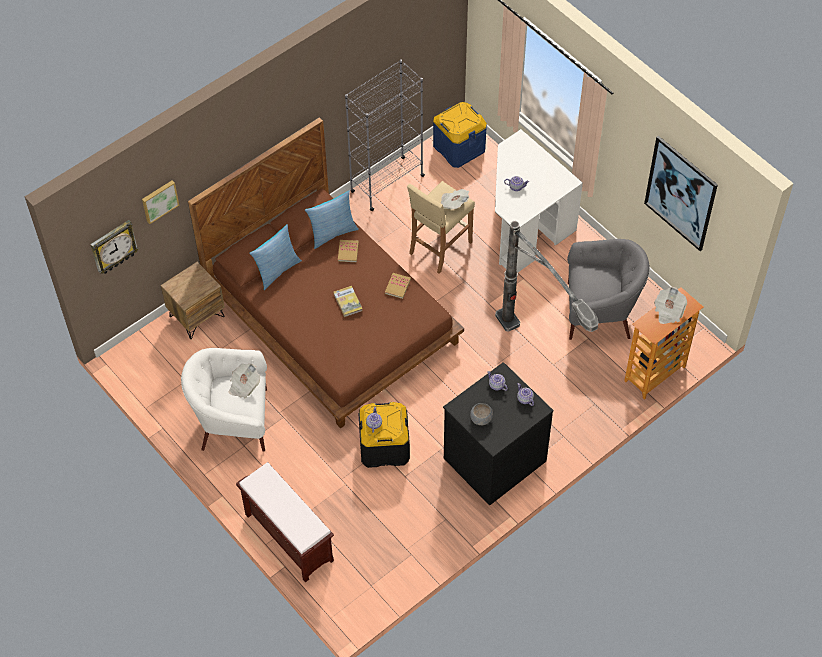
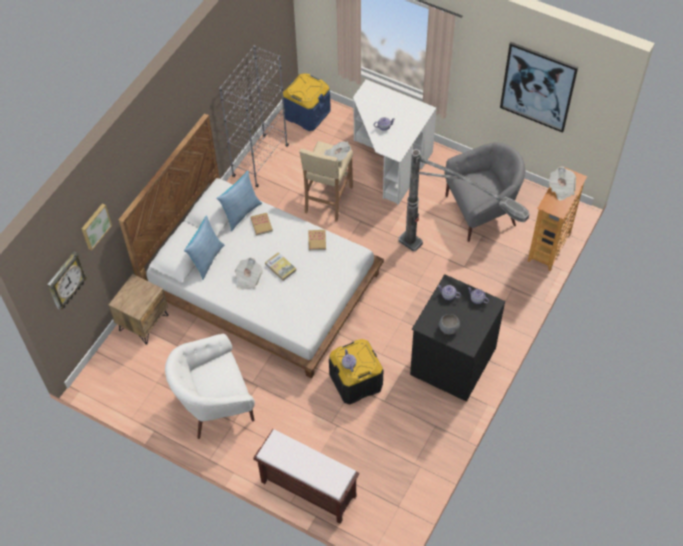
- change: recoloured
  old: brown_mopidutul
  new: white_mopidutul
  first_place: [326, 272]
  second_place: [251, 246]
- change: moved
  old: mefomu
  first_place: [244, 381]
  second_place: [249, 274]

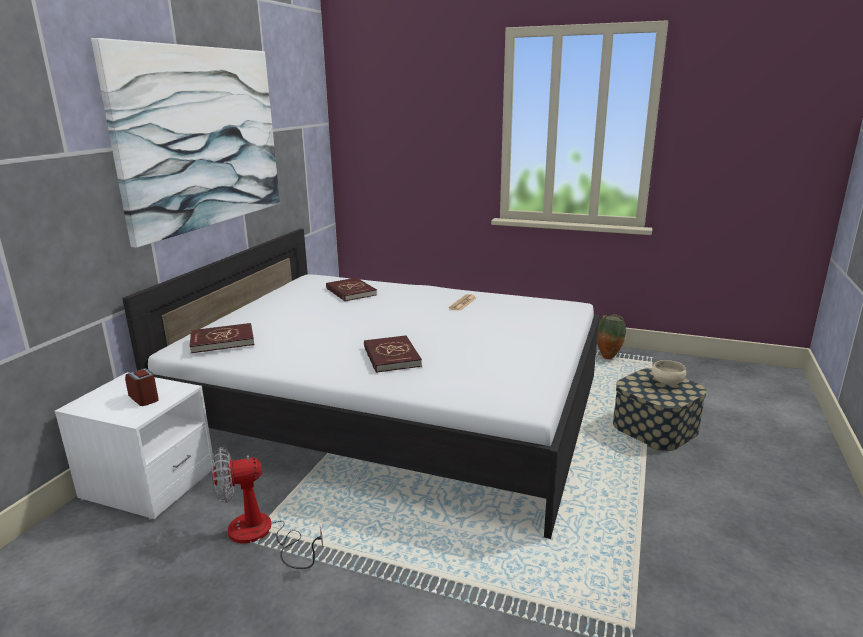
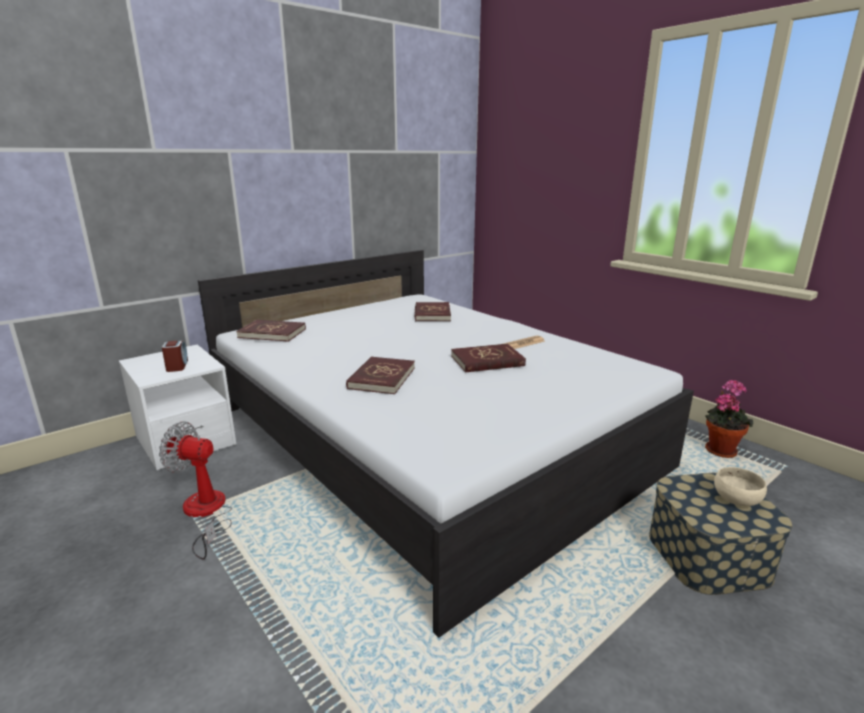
- change: added
  new: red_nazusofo
  second_place: [488, 358]
- change: replaced
  old: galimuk
  new: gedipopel
  first_place: [611, 336]
  second_place: [729, 418]
- change: removed
  old: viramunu
  first_place: [185, 143]

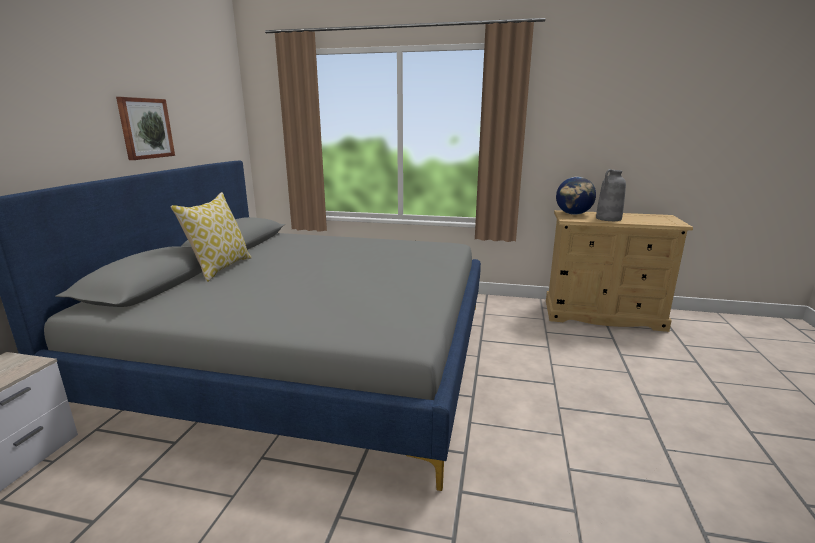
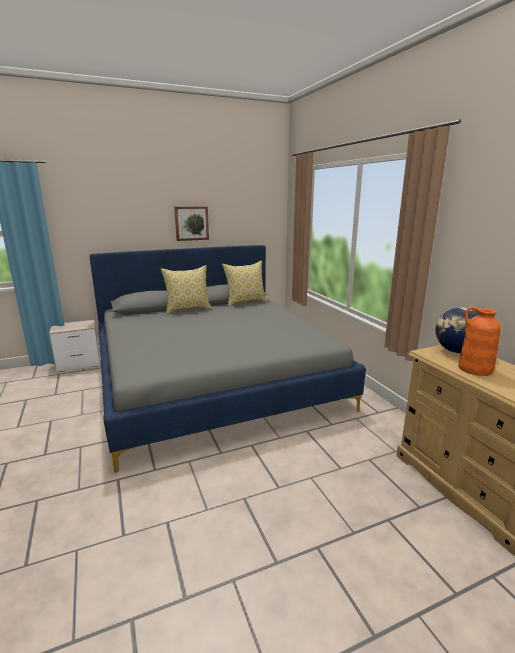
- change: added
  new: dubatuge
  second_place: [245, 284]
- change: recoloured
  old: grey_galimuk
  new: orange_galimuk
  first_place: [611, 195]
  second_place: [479, 341]

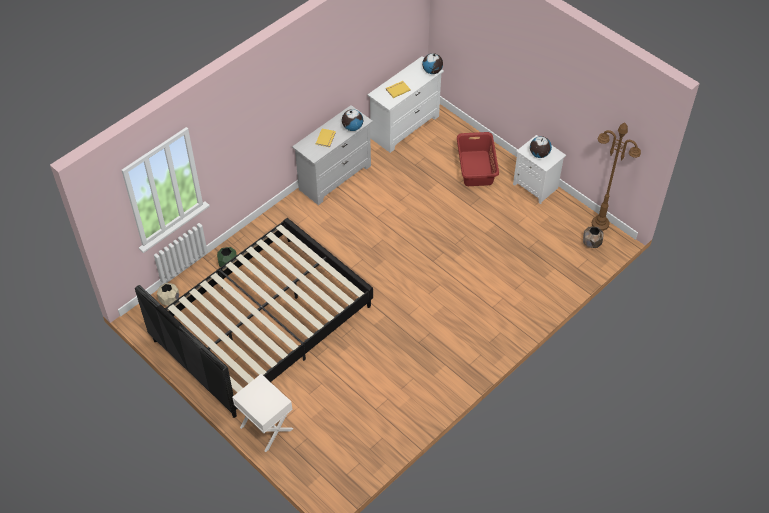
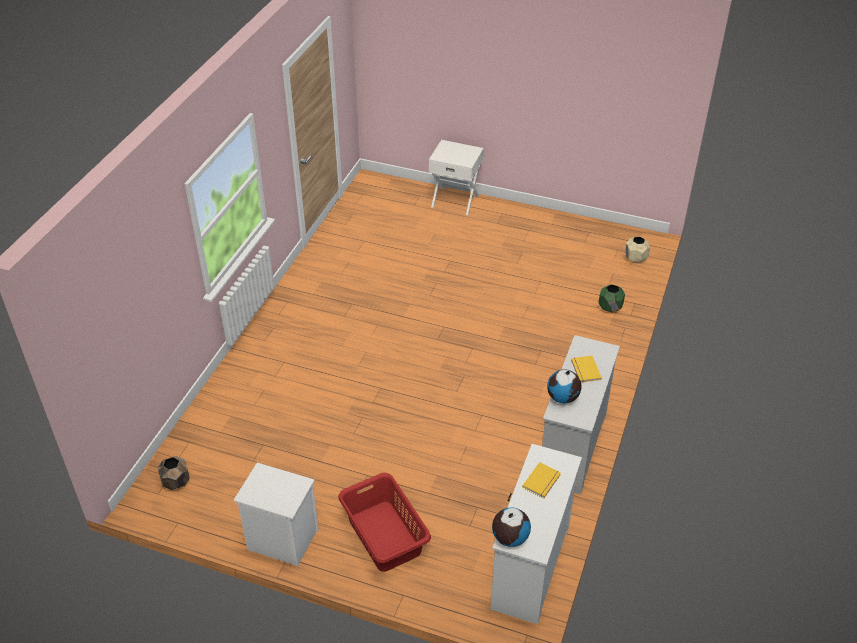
- change: removed
  old: black_mopidutul
  first_place: [254, 318]
- change: removed
  old: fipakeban
  first_place: [541, 147]
- change: removed
  old: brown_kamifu
  first_place: [616, 176]

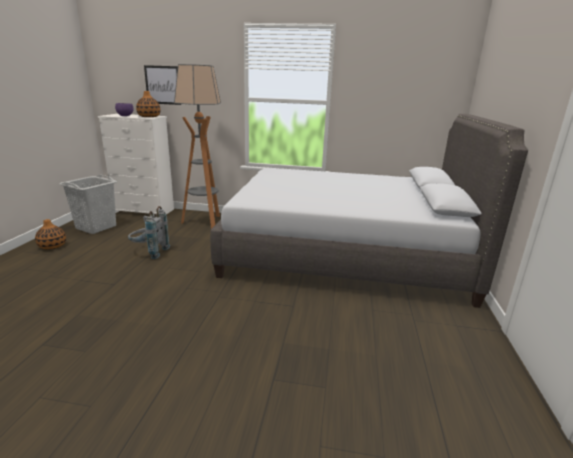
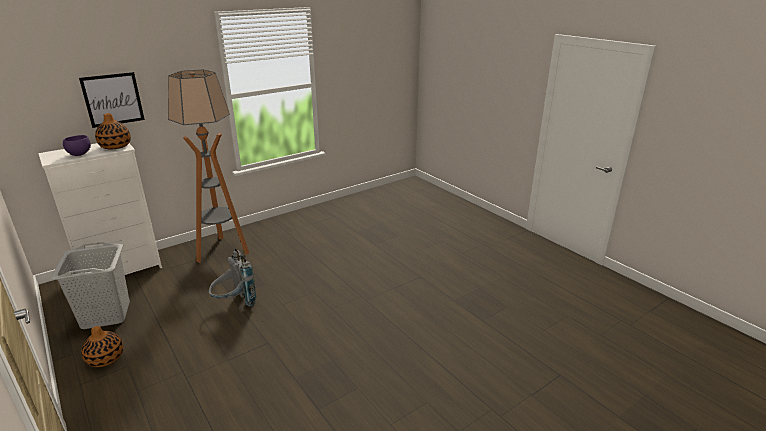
- change: removed
  old: grey_mopidutul
  first_place: [369, 211]

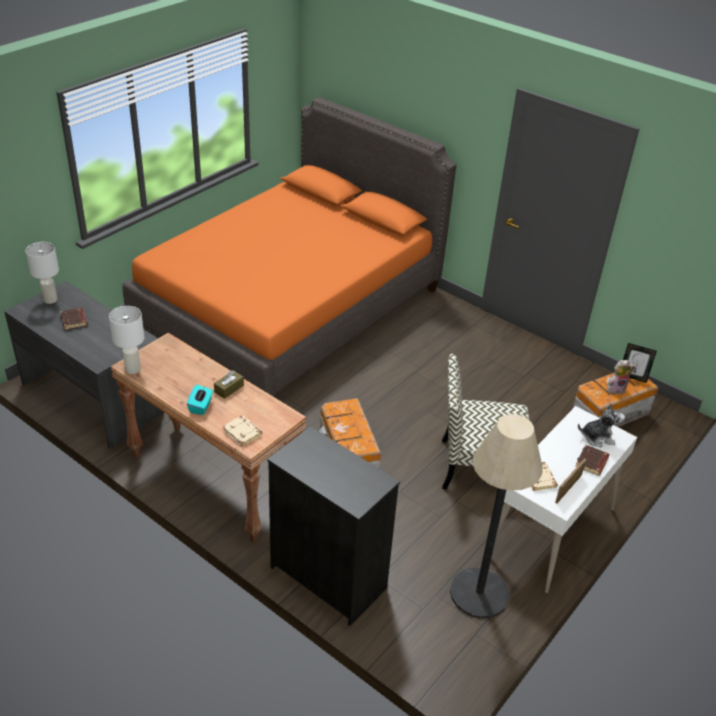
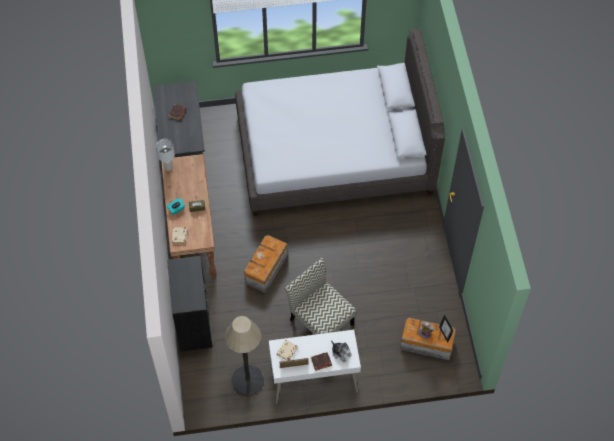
- change: recoloured
  old: orange_mopidutul
  new: grey_mopidutul
  first_place: [289, 247]
  second_place: [340, 122]
- change: removed
  old: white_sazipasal
  first_place: [42, 273]

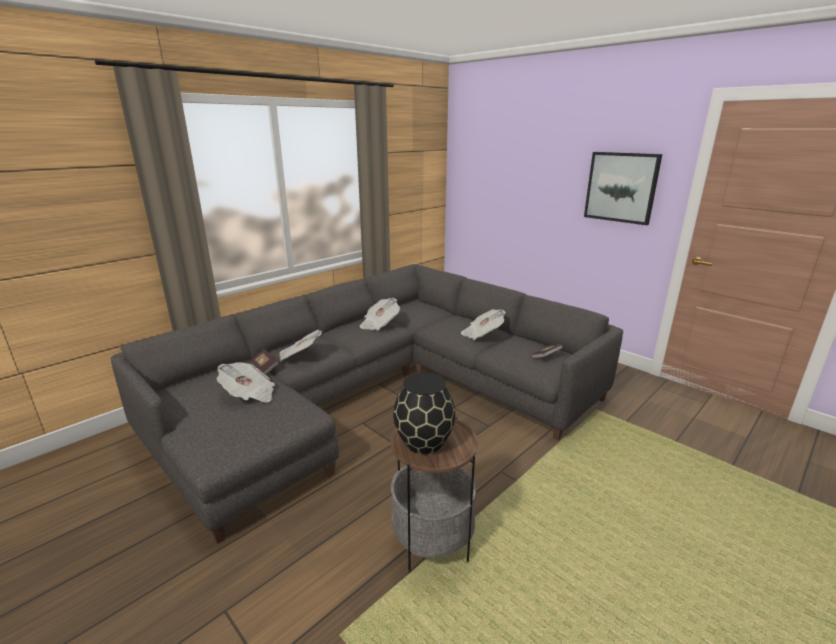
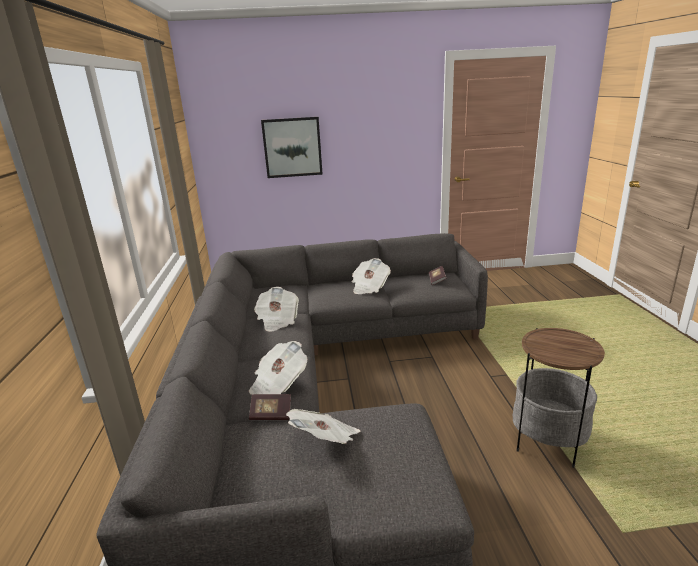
- change: moved
  old: viramunu
  first_place: [623, 188]
  second_place: [292, 147]
- change: removed
  old: black_galimuk
  first_place: [424, 413]

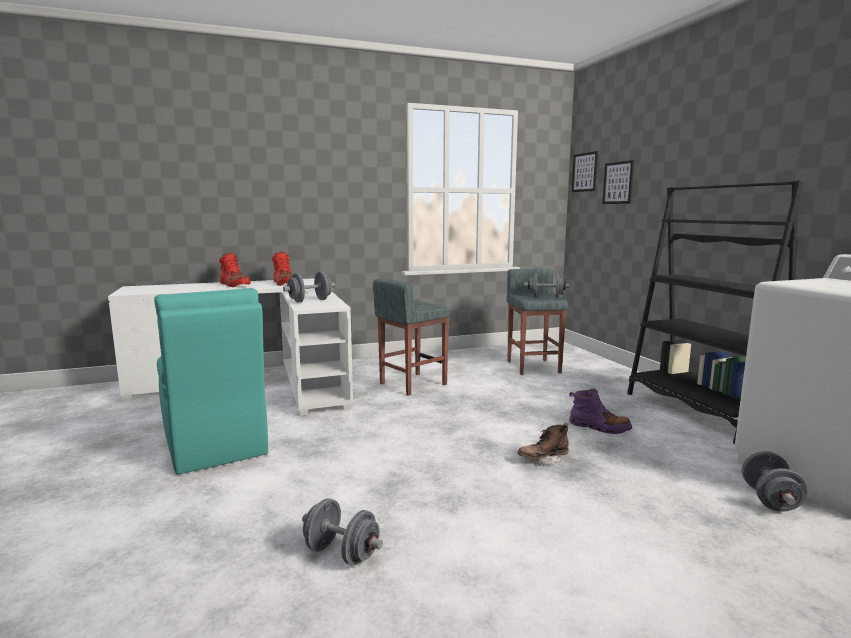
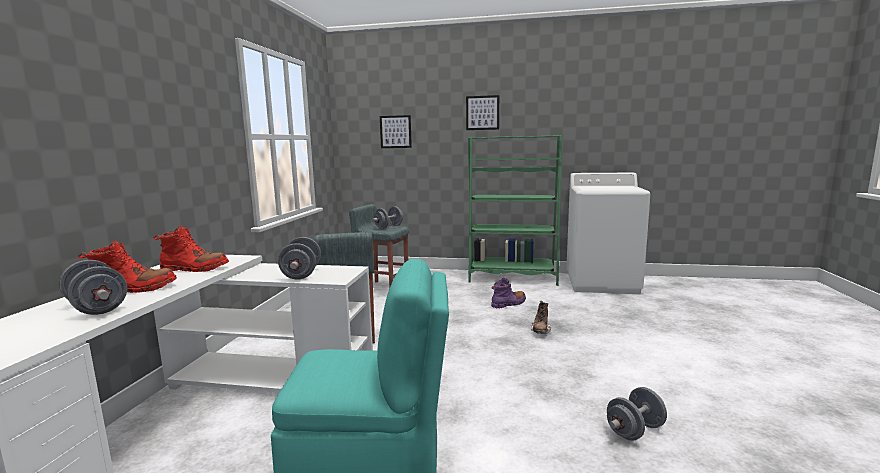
- change: moved
  old: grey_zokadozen
  first_place: [775, 481]
  second_place: [93, 287]
- change: moved
  old: viramunu
  first_place: [585, 171]
  second_place: [482, 112]
- change: recoloured
  old: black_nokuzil
  new: green_nokuzil
  first_place: [715, 312]
  second_place: [515, 210]

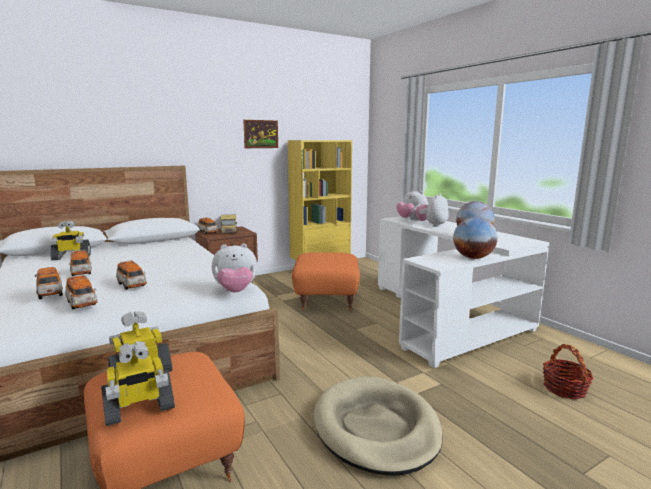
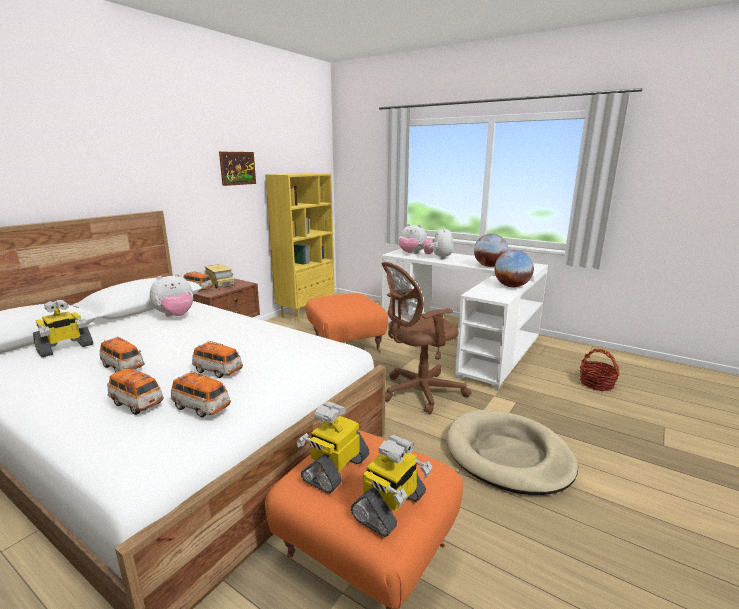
- change: moved
  old: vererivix
  first_place: [234, 268]
  second_place: [171, 295]
- change: added
  new: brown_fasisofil
  second_place: [426, 338]

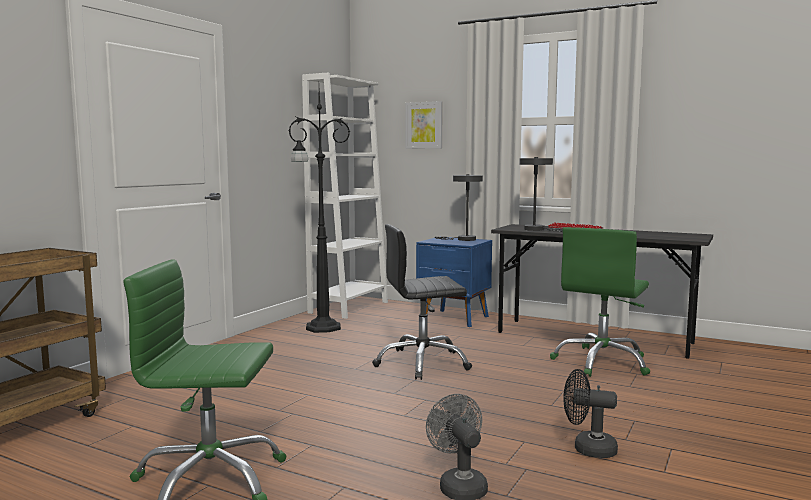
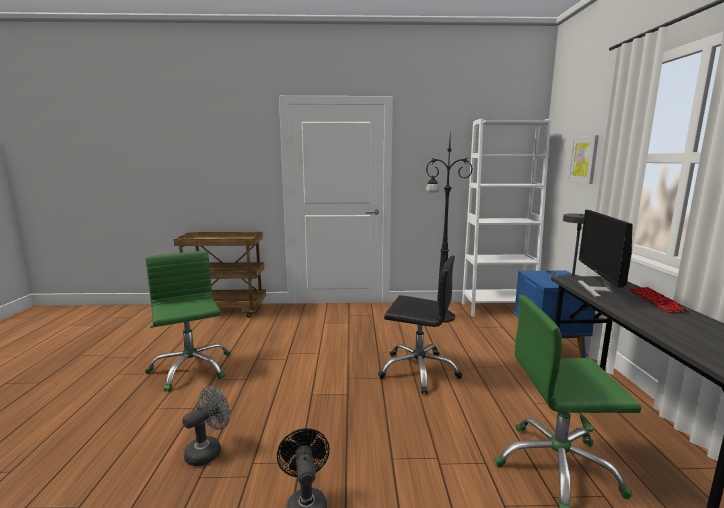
- change: turned
  old: black_fasisofil
  first_place: [422, 302]
  second_place: [420, 325]
  degrees: 150
- change: replaced
  old: grey_sazipasal
  new: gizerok
  first_place: [541, 194]
  second_place: [605, 254]

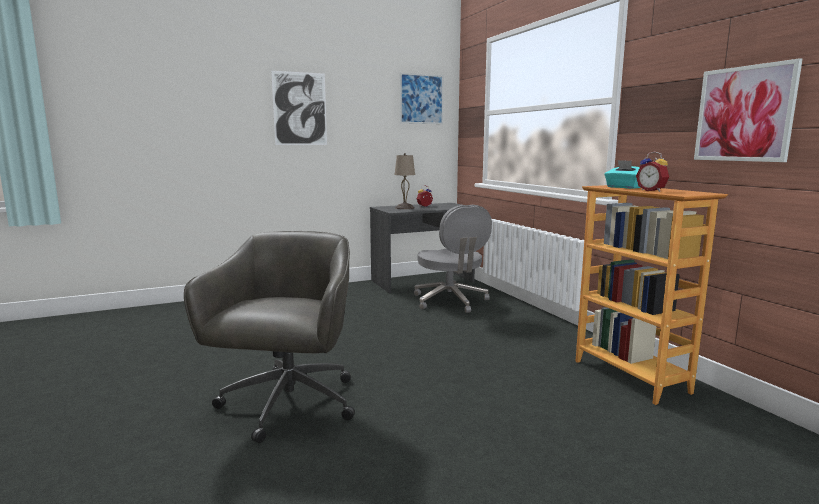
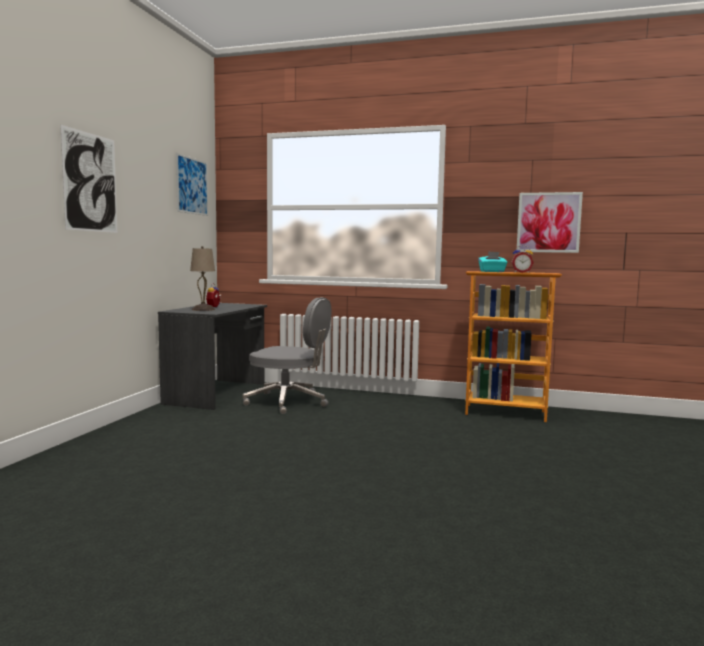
- change: removed
  old: grey_fasisofil
  first_place: [269, 337]

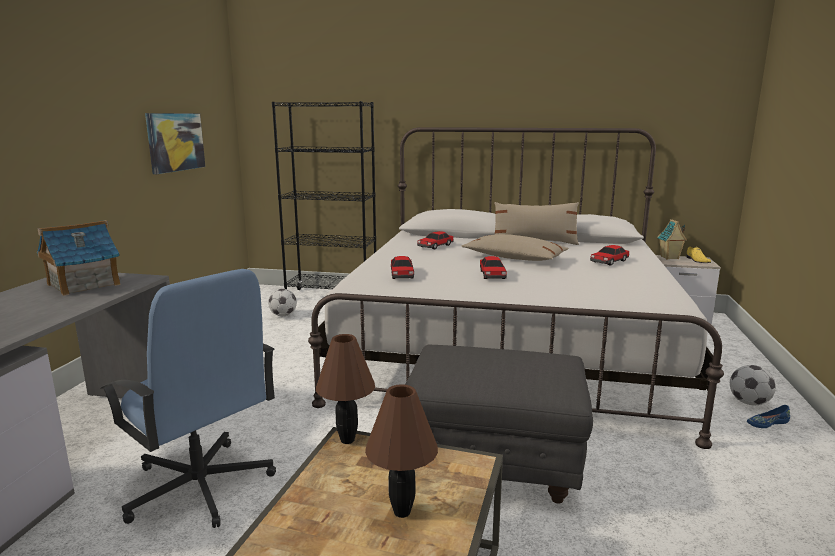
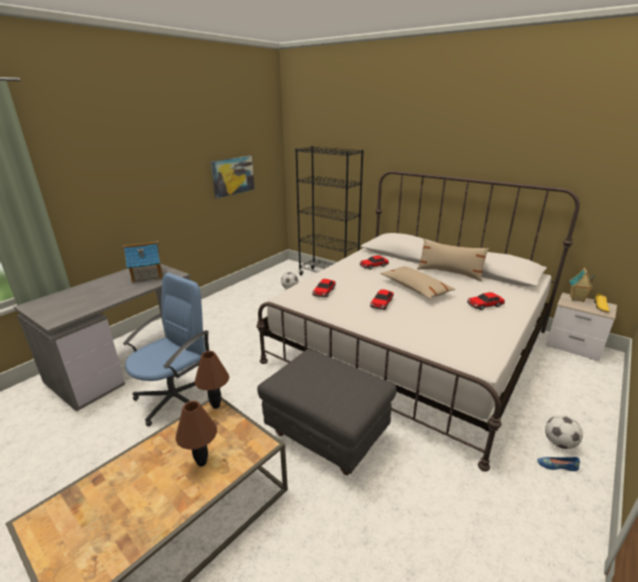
- change: turned
  old: blue_fasisofil
  first_place: [188, 398]
  second_place: [166, 350]
  degrees: -120

